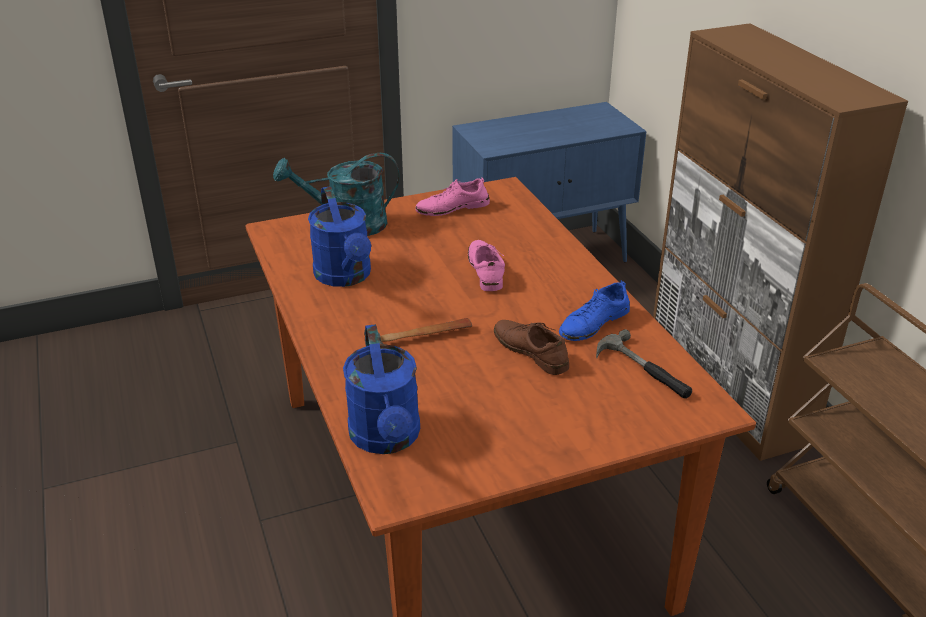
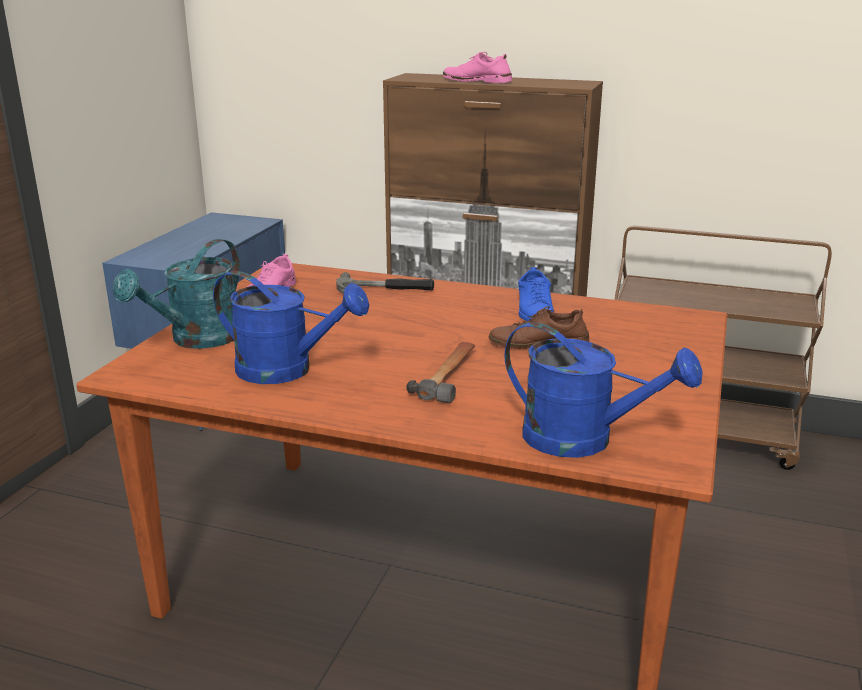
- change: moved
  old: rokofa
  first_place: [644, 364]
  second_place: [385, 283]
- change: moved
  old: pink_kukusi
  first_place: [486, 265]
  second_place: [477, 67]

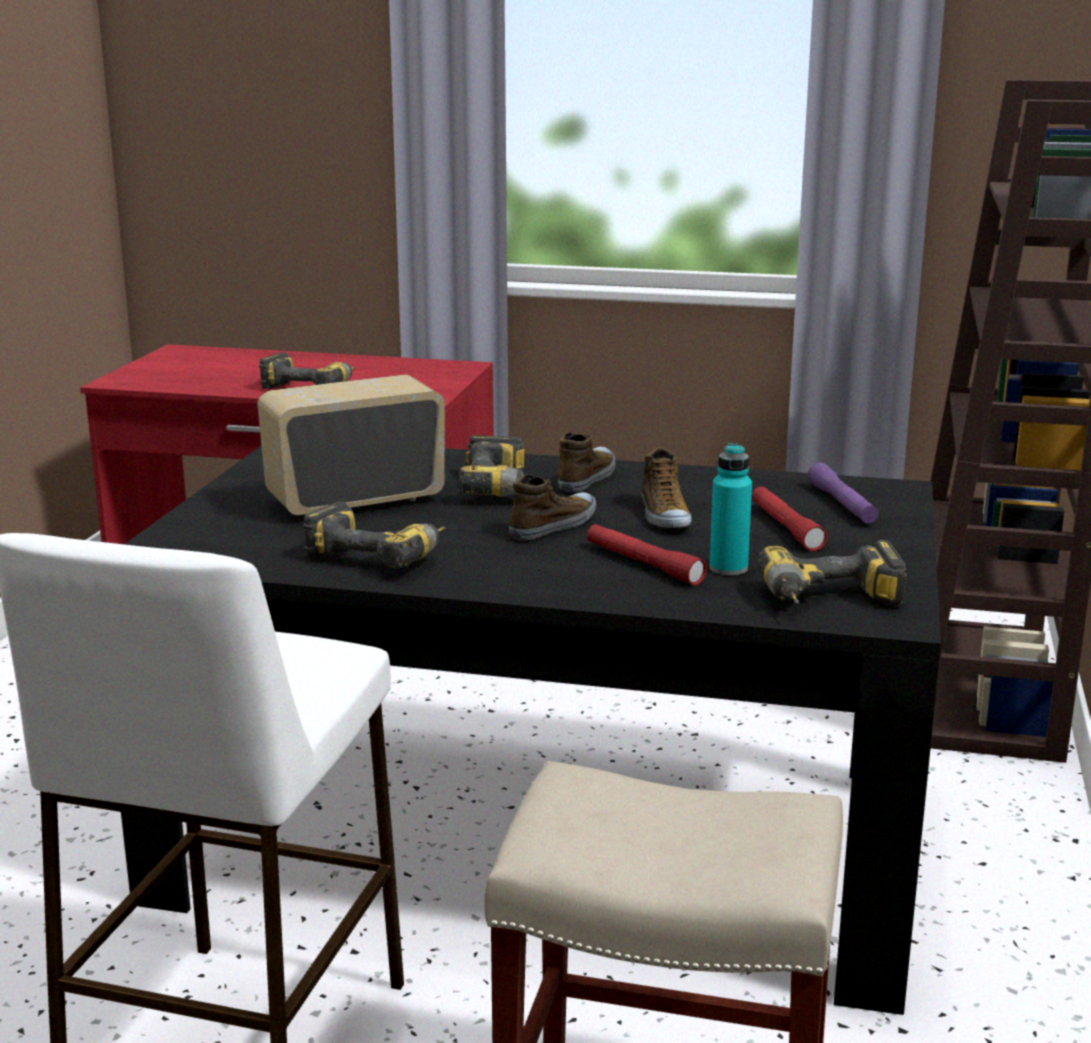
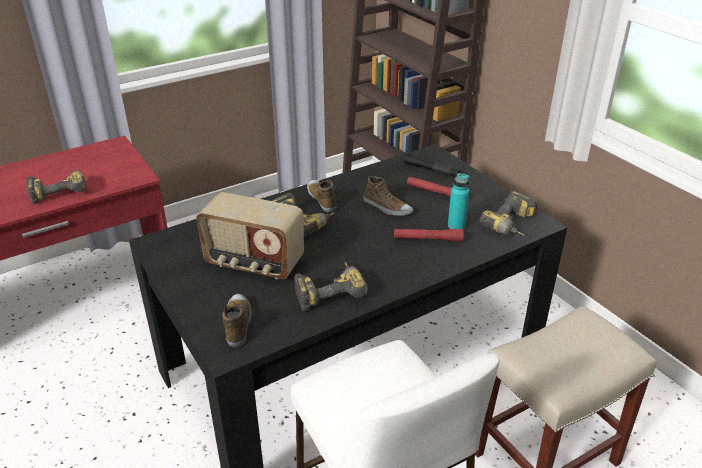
- change: turned
  old: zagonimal
  first_place: [351, 445]
  second_place: [250, 235]
  degrees: -90
- change: moved
  old: kukusi
  first_place: [552, 507]
  second_place: [237, 320]
- change: recoloured
  old: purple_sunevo
  new: black_sunevo
  first_place: [842, 492]
  second_place: [432, 165]

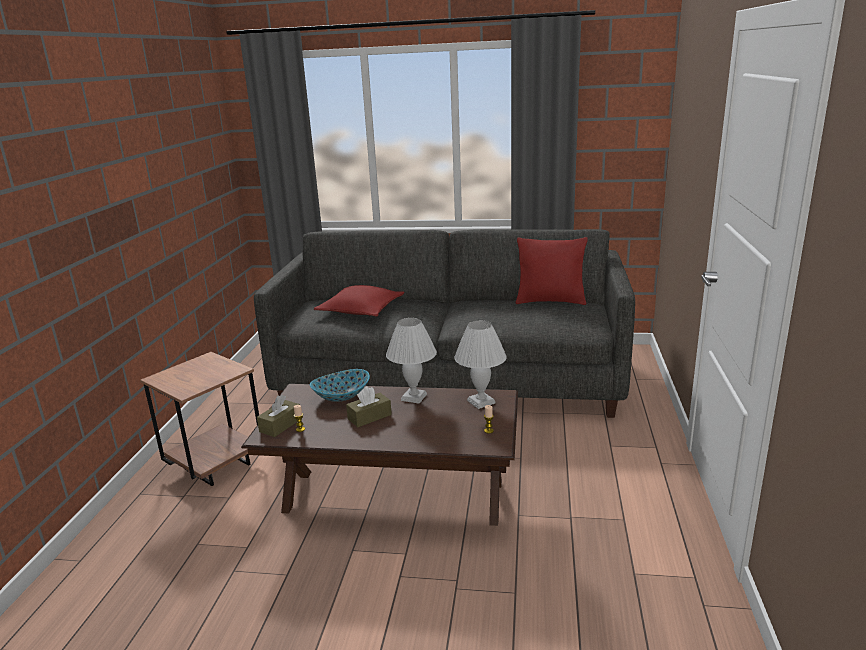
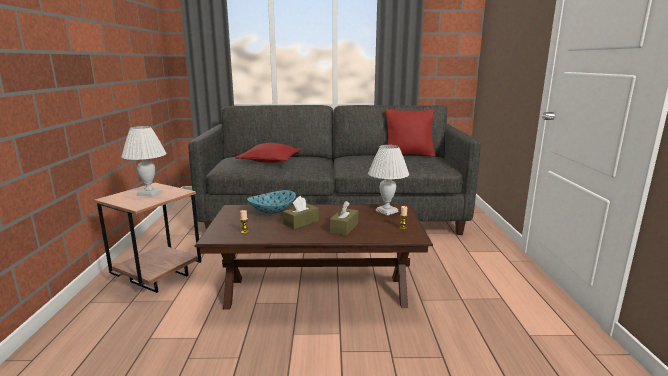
- change: moved
  old: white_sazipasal
  first_place: [411, 361]
  second_place: [144, 161]
- change: moved
  old: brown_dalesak
  first_place: [278, 416]
  second_place: [344, 218]

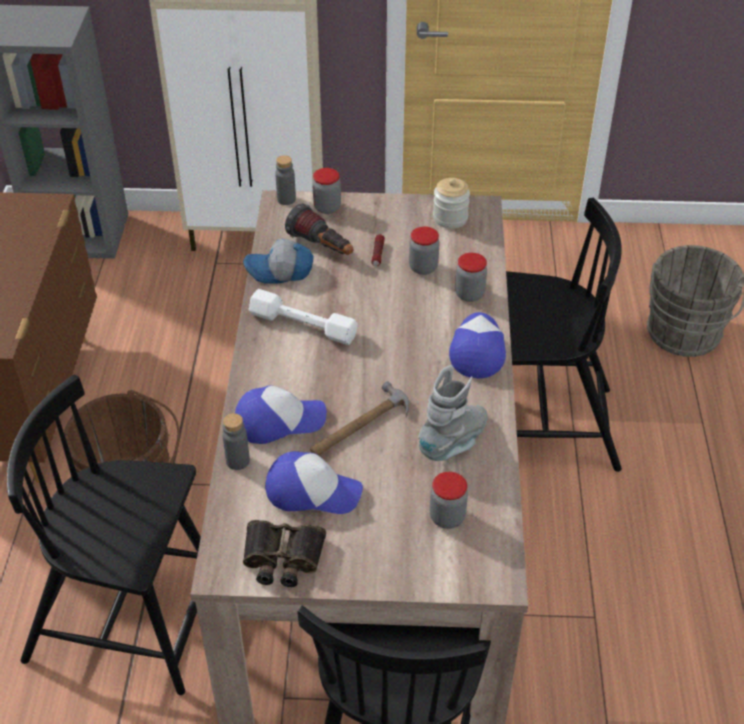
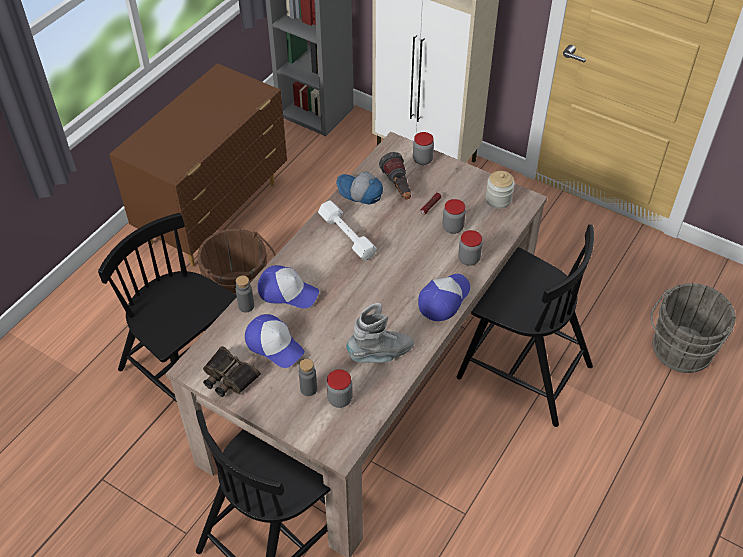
- change: moved
  old: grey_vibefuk
  first_place: [285, 180]
  second_place: [308, 377]
- change: removed
  old: rokofa
  first_place: [359, 418]

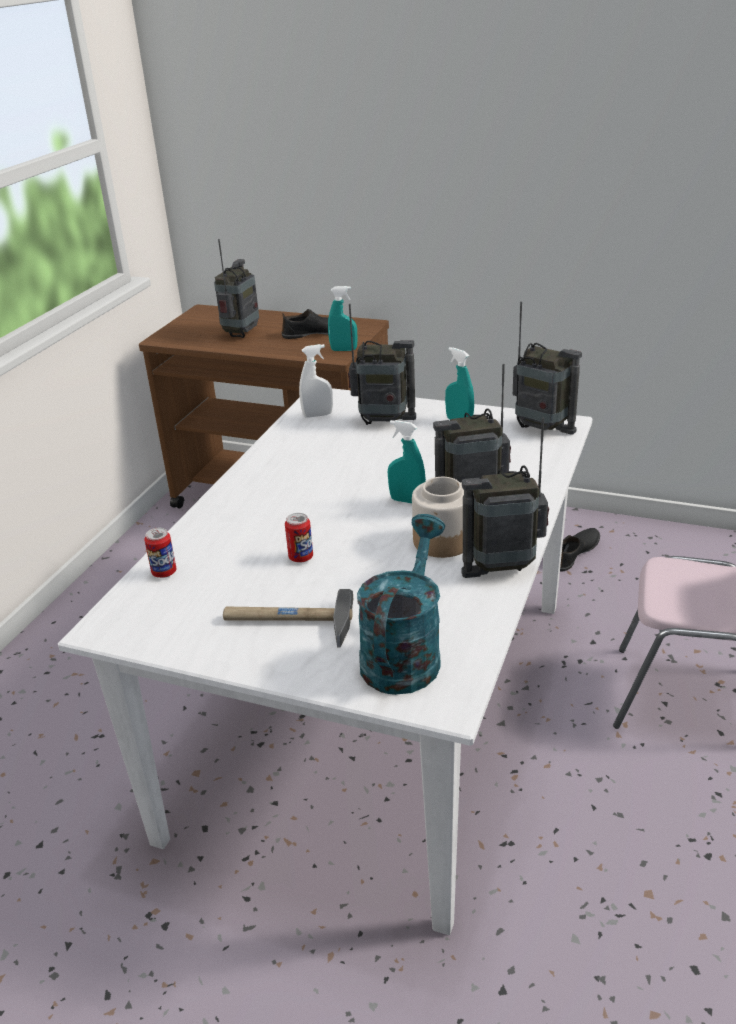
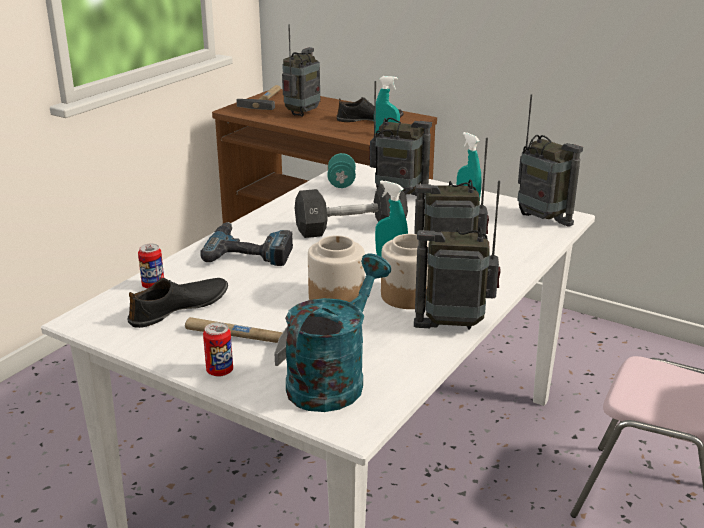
- change: moved
  old: black_kukusi
  first_place: [580, 550]
  second_place: [178, 303]
- change: added
  new: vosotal
  second_place: [246, 244]
- change: moved
  old: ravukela
  first_place: [299, 538]
  second_place: [218, 349]
- change: added
  new: rokofa
  second_place: [258, 97]
- change: added
  new: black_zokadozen
  second_place: [351, 210]
- change: added
  new: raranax
  second_place: [336, 269]
- change: replaced
  old: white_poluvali
  new: turquoise_zokadozen
  first_place: [316, 381]
  second_place: [341, 170]

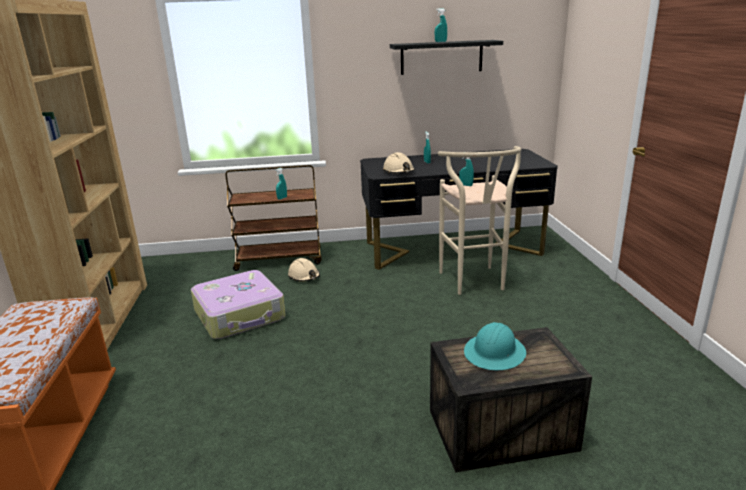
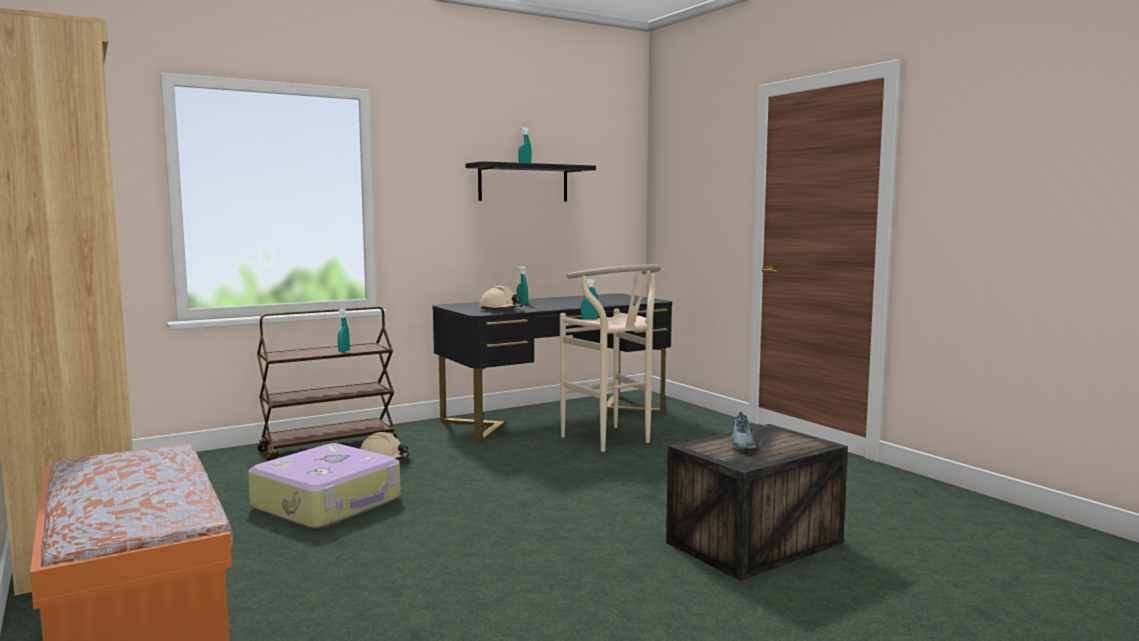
- change: replaced
  old: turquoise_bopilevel
  new: kukusi
  first_place: [495, 346]
  second_place: [743, 430]

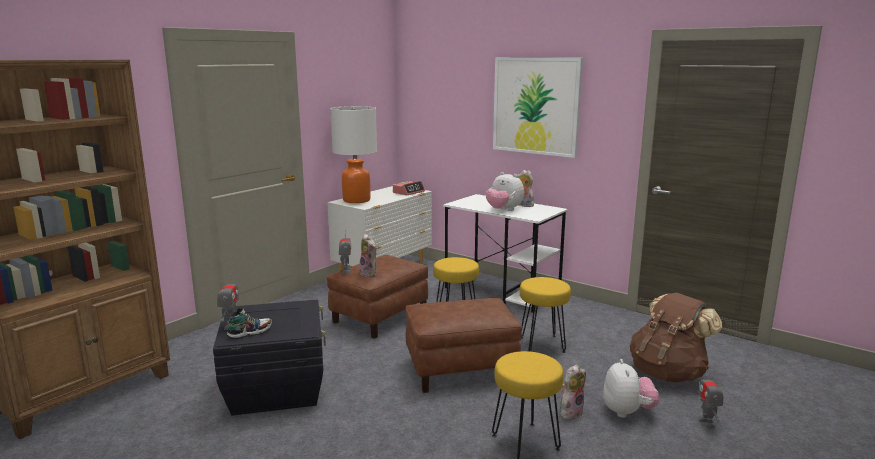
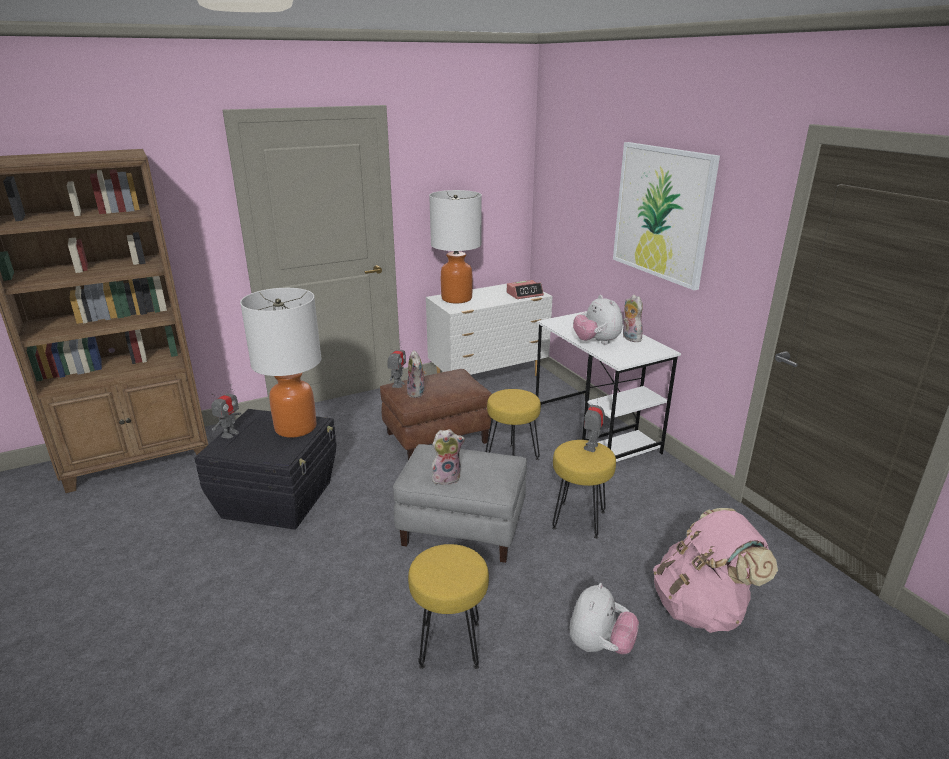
- change: added
  new: sazipasal
  second_place: [280, 363]
- change: recoloured
  old: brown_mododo
  new: grey_mododo
  first_place: [464, 345]
  second_place: [460, 503]
- change: moved
  old: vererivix
  first_place: [573, 392]
  second_place: [448, 457]
- change: moved
  old: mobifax
  first_place: [710, 398]
  second_place: [594, 423]
- change: recoloured
  old: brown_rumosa
  new: pink_rumosa
  first_place: [676, 337]
  second_place: [715, 570]
- change: removed
  old: kukusi
  first_place: [249, 323]

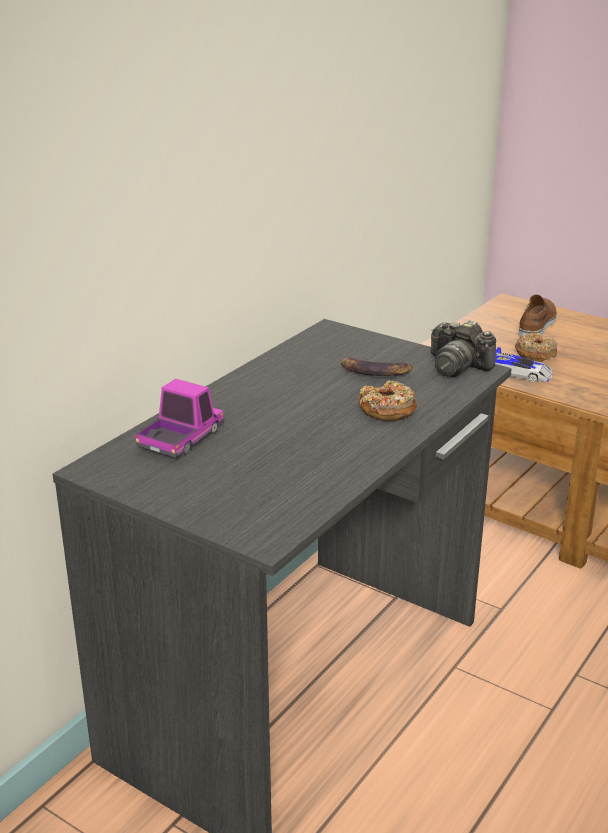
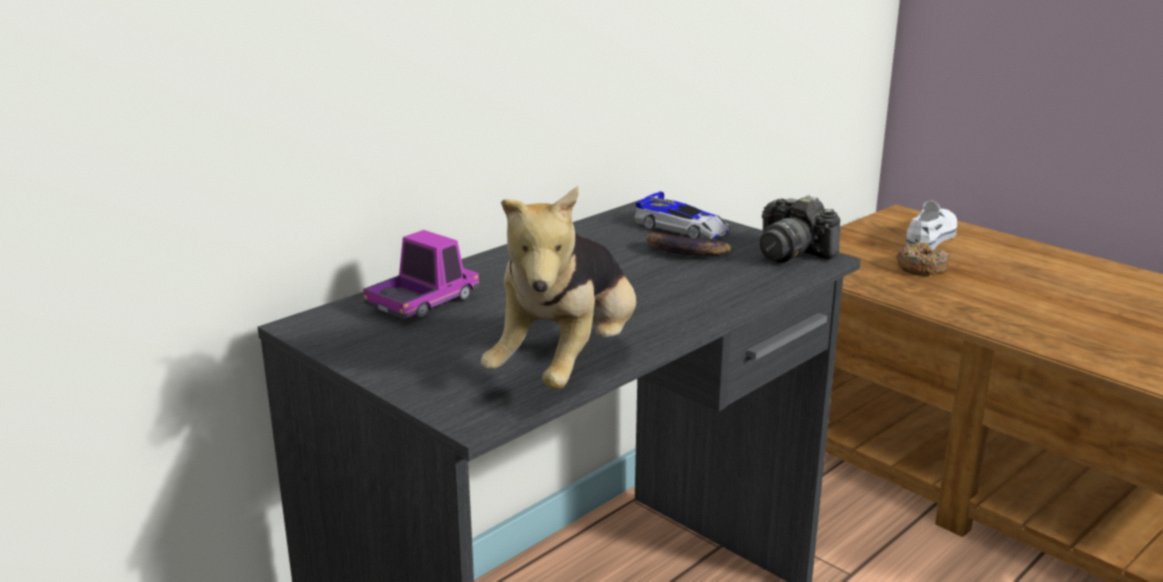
- change: added
  new: vererivix
  second_place: [558, 287]
- change: moved
  old: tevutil
  first_place: [524, 364]
  second_place: [681, 215]
- change: recoloured
  old: brown_kukusi
  new: white_kukusi
  first_place: [538, 315]
  second_place: [931, 225]
- change: removed
  old: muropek
  first_place: [387, 400]

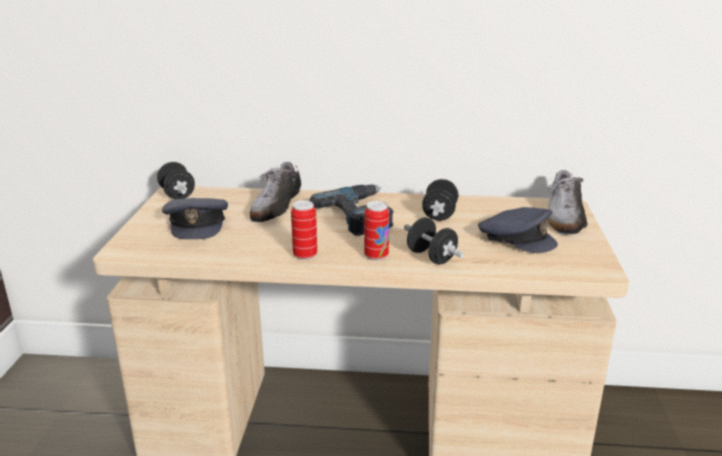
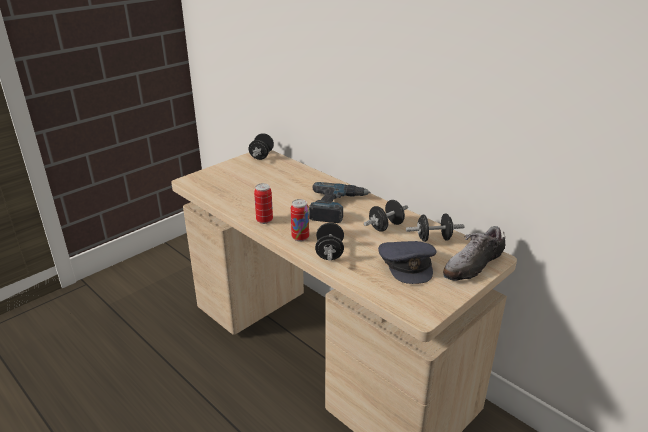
- change: added
  new: black_zokadozen
  second_place: [435, 227]
- change: removed
  old: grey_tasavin
  first_place: [195, 218]
- change: removed
  old: kukusi
  first_place: [275, 192]

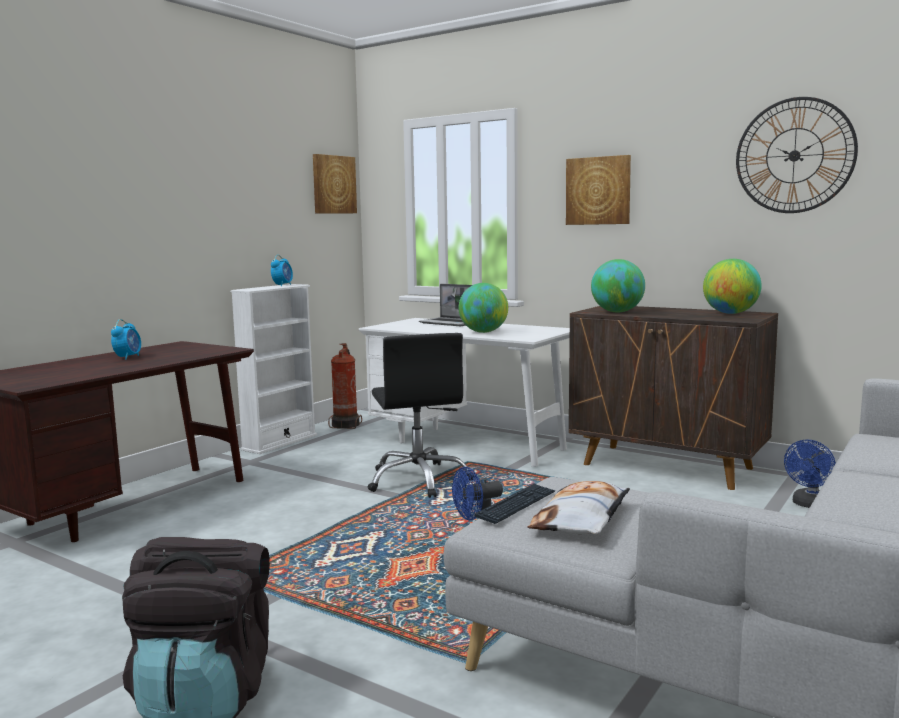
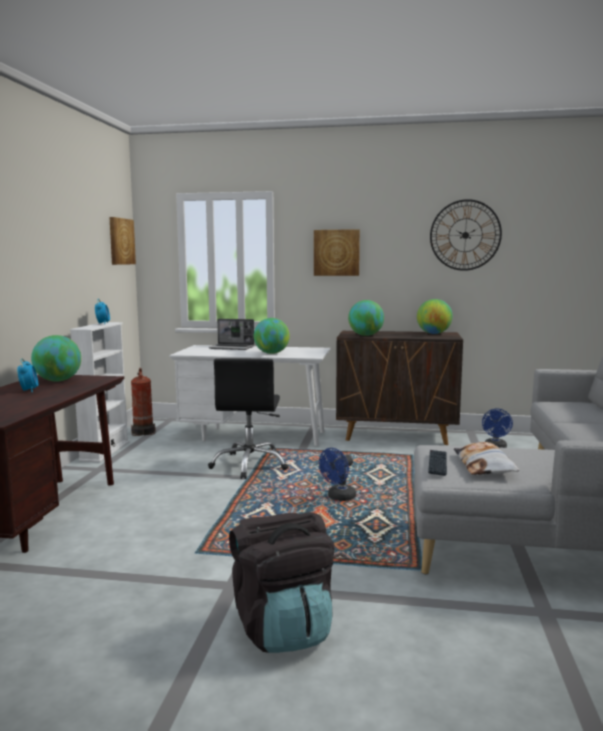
- change: added
  new: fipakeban
  second_place: [56, 358]
- change: turned
  old: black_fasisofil
  first_place: [421, 415]
  second_place: [248, 418]
  degrees: 45

